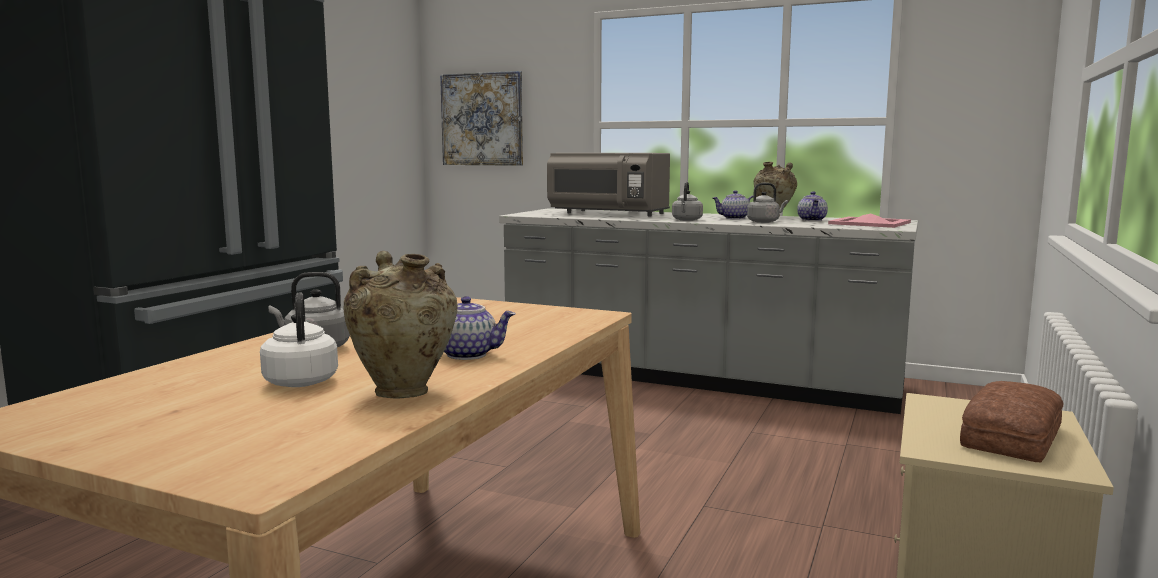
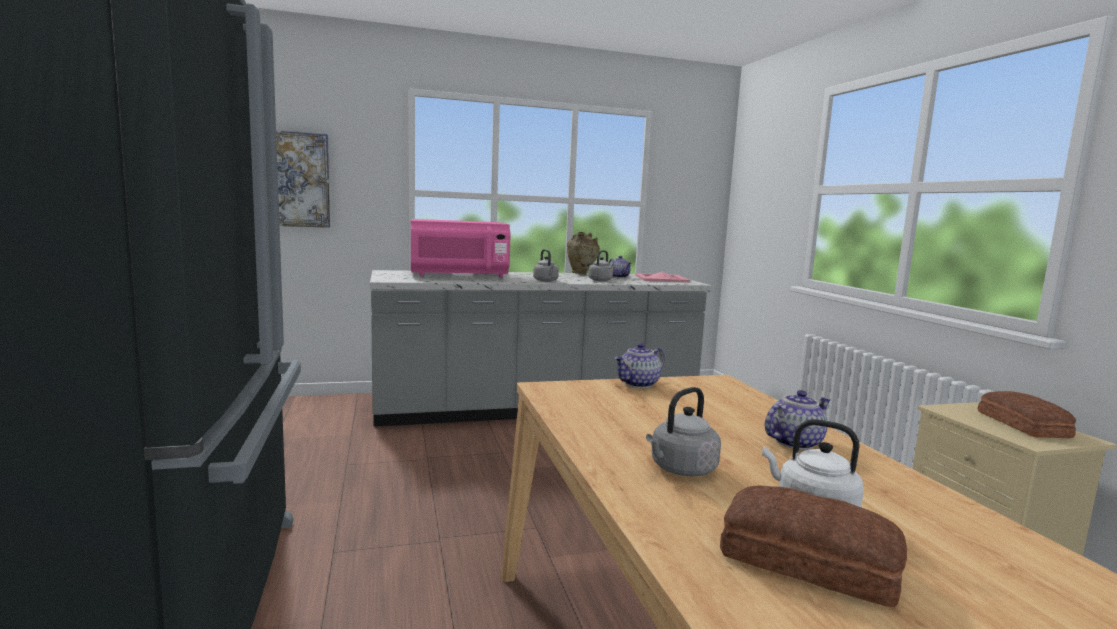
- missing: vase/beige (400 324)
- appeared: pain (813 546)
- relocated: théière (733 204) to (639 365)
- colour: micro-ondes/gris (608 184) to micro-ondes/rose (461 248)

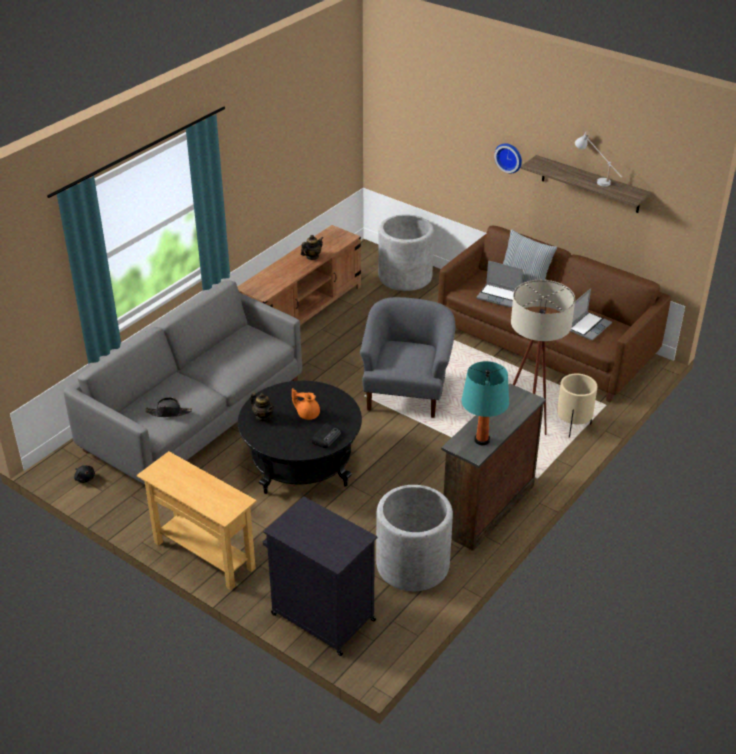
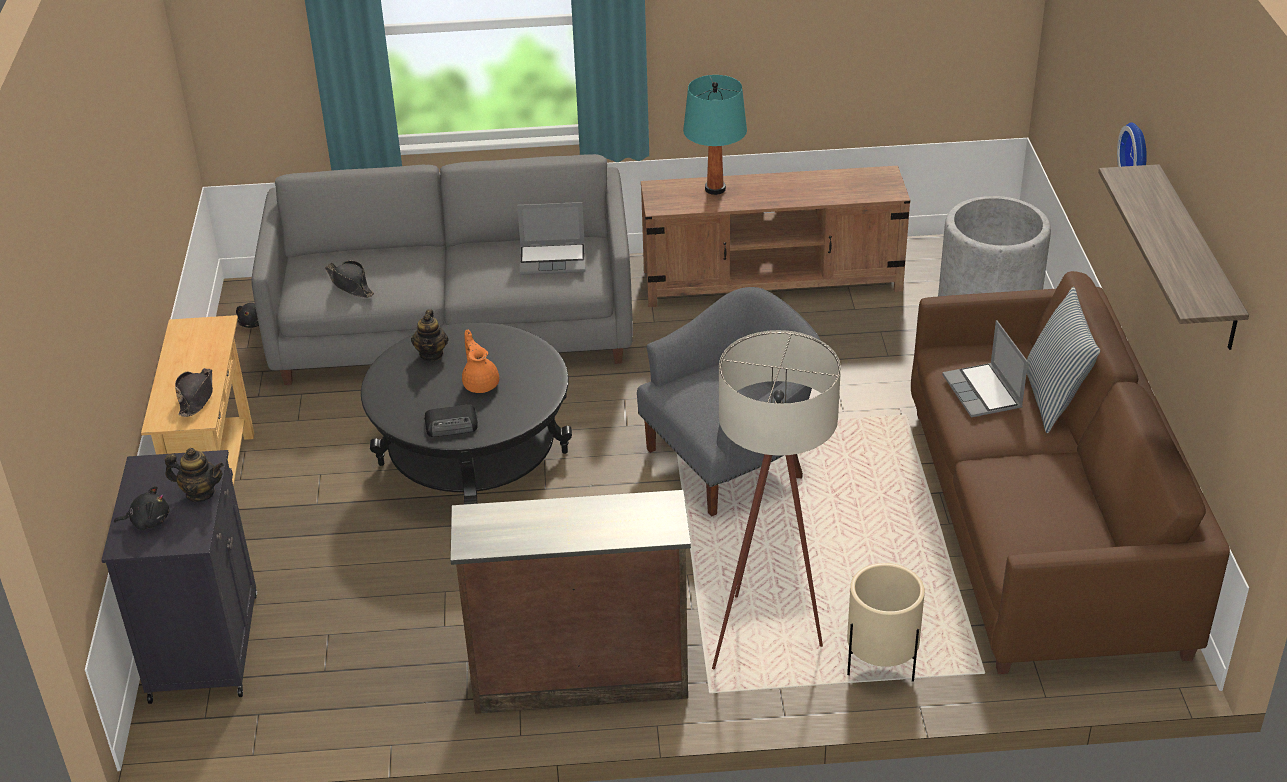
- missing: cache-pot/gris (414 538)
- missing: lampe de table/blanc (598 159)
- appeared: peluche/noir (141 508)
- appeared: chapeau/noir (194 392)
- relocated: théière (312 247) to (194 475)
- relocated: lampe de table/turquoise (485 403) to (715 135)
- relocated: ordinateur portable (591 314) to (551 238)

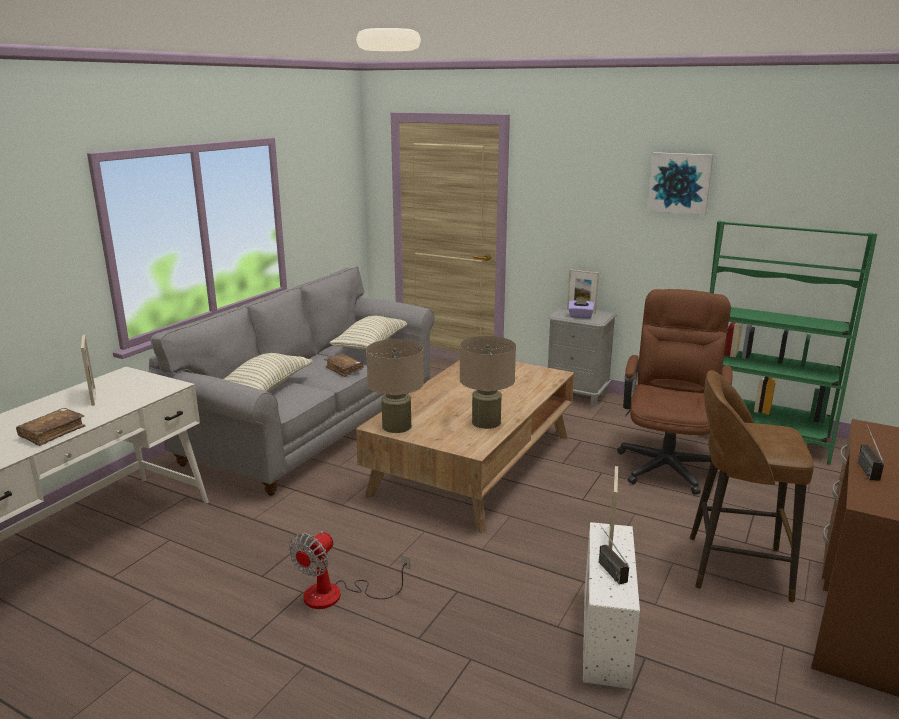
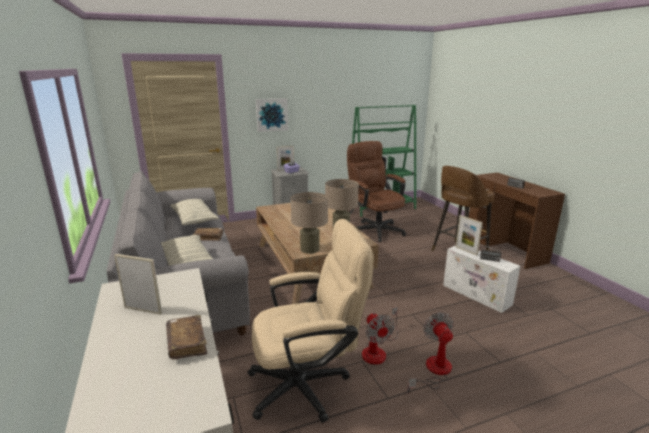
- appeared: chaise de bureau/beige (310 321)
- appeared: ventilateur (431 353)
- relocated: tableau (680 183) to (272 115)

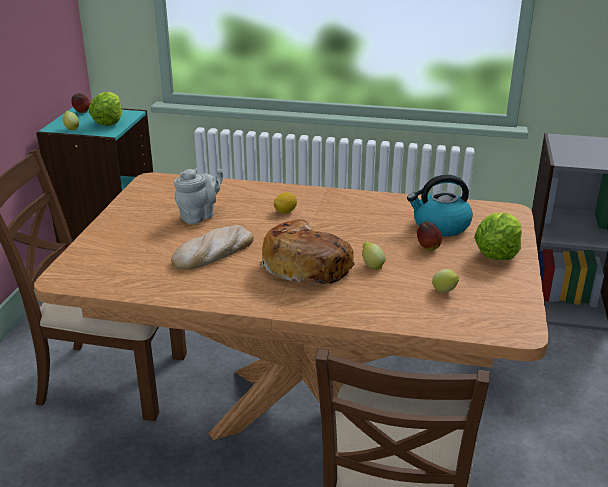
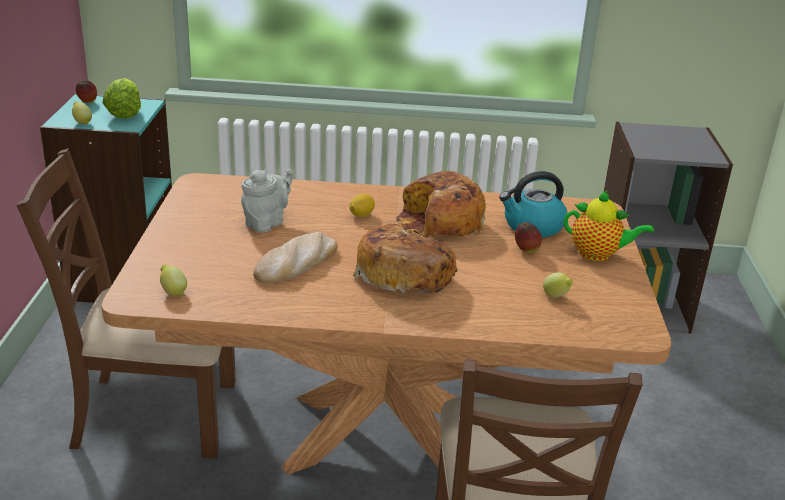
- appeared: pain (441 204)
- relocated: citron (374 255) to (173 280)
- exchanged: laitue (498 236) to théière (609 225)

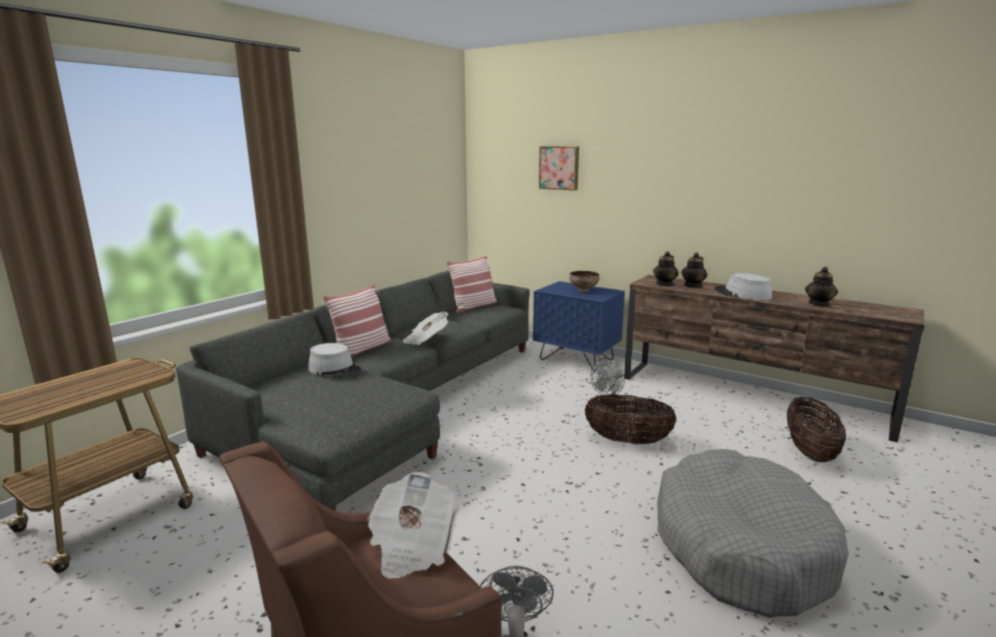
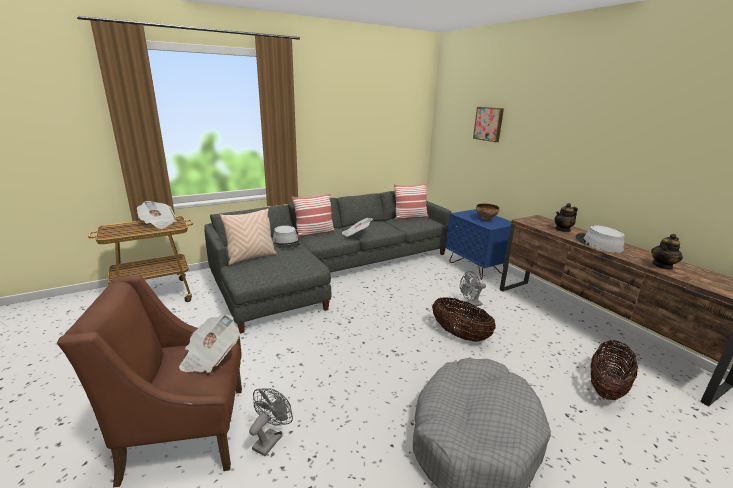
- missing: théière (666 268)
- appeared: journal (157 215)
- appeared: coussin/beige (248 236)

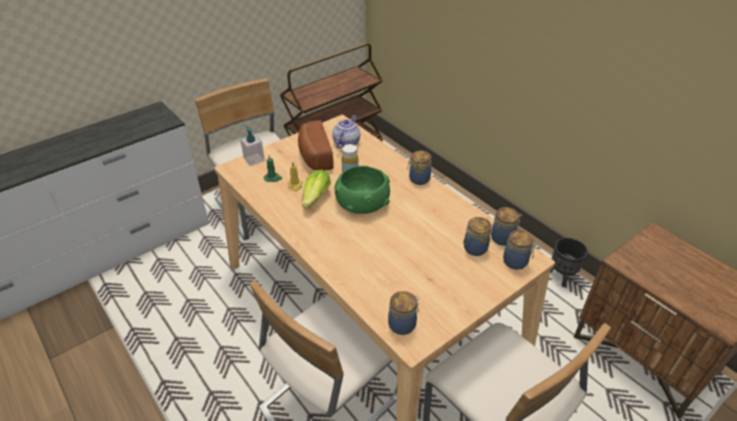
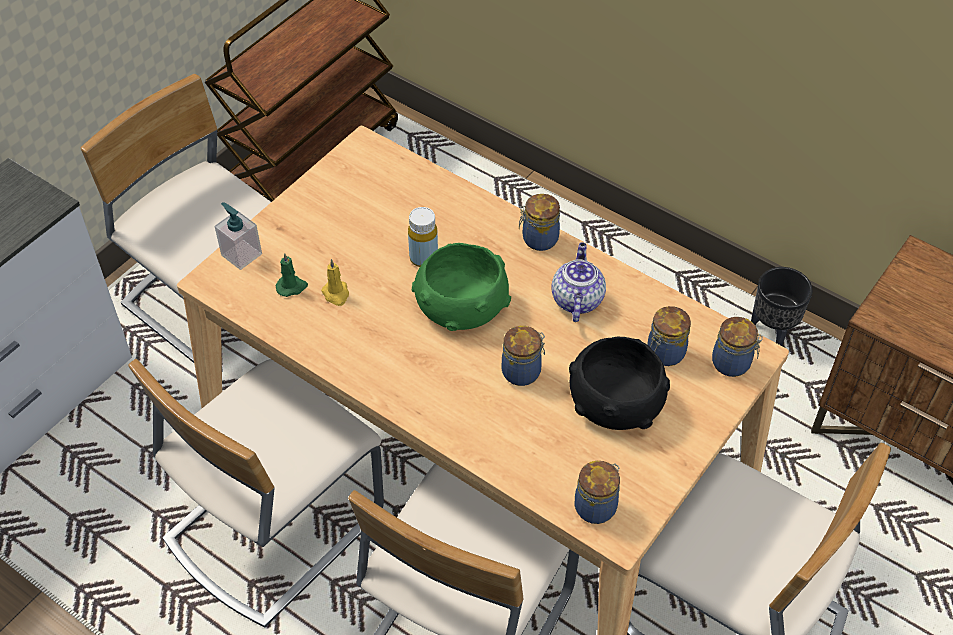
- missing: pain (316 145)
- missing: laitue (316 189)
- appeared: chaise/beige (256 493)
- appeared: bol/noir (619 383)
- relocated: théière (346 131) to (579 282)
- relocated: bocal (506 226) to (523 356)

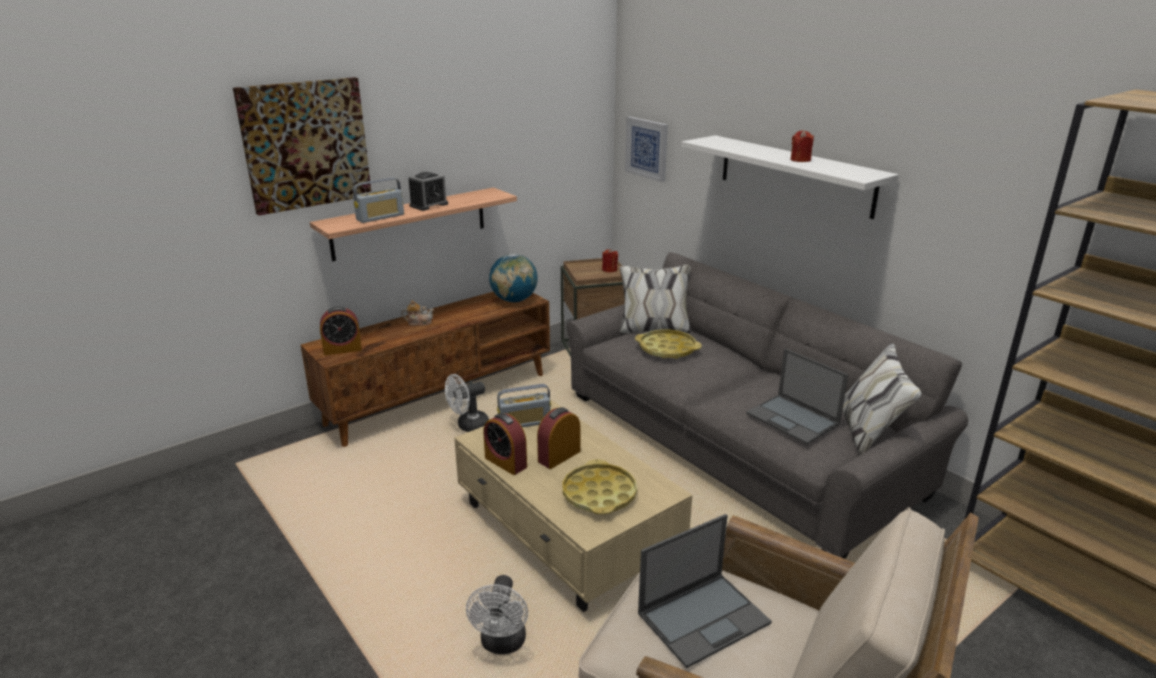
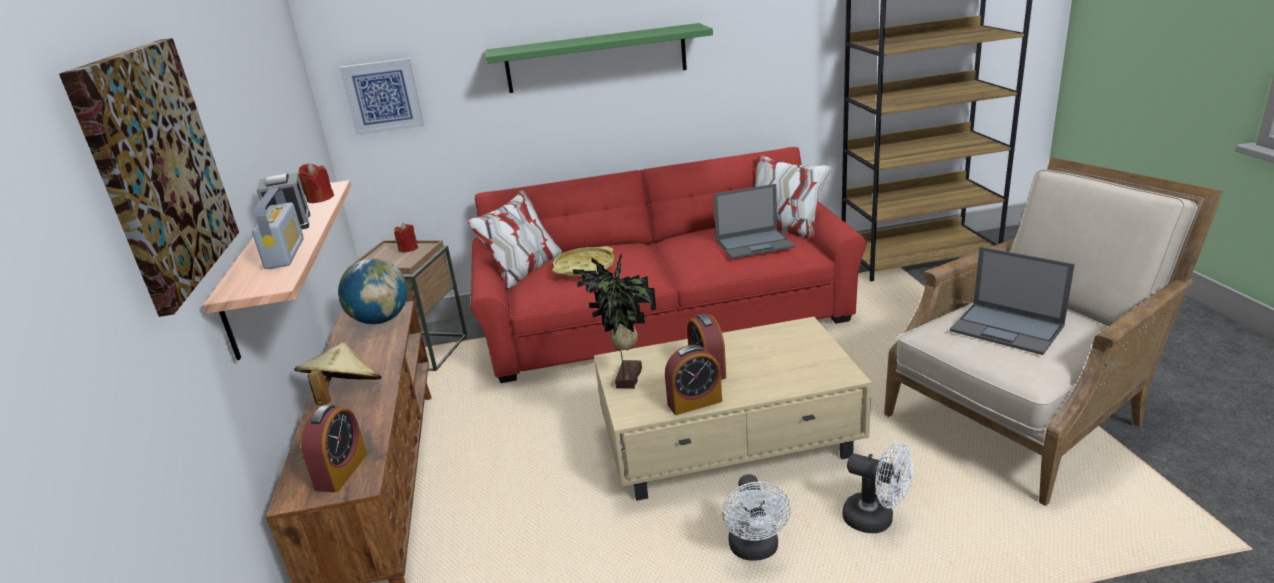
- missing: plateau/jaune (599 487)
- relocated: ventilateur/blanc (467 403) to (756 517)
- relocated: bougie/rouge (802 146) to (316 183)
- exchanged: théière (417 313) to chapeau/beige (338 374)
- exchanged: radio (524 405) to plante en pot (614 321)
- colour: canapé/gris (767 405) to canapé/rouge (666 265)
- colour: étagère/blanc (790 177) to étagère/vert (599 58)
- spun: ordinateur portable (705 591) = (1012 300) 135 degrees clockwise

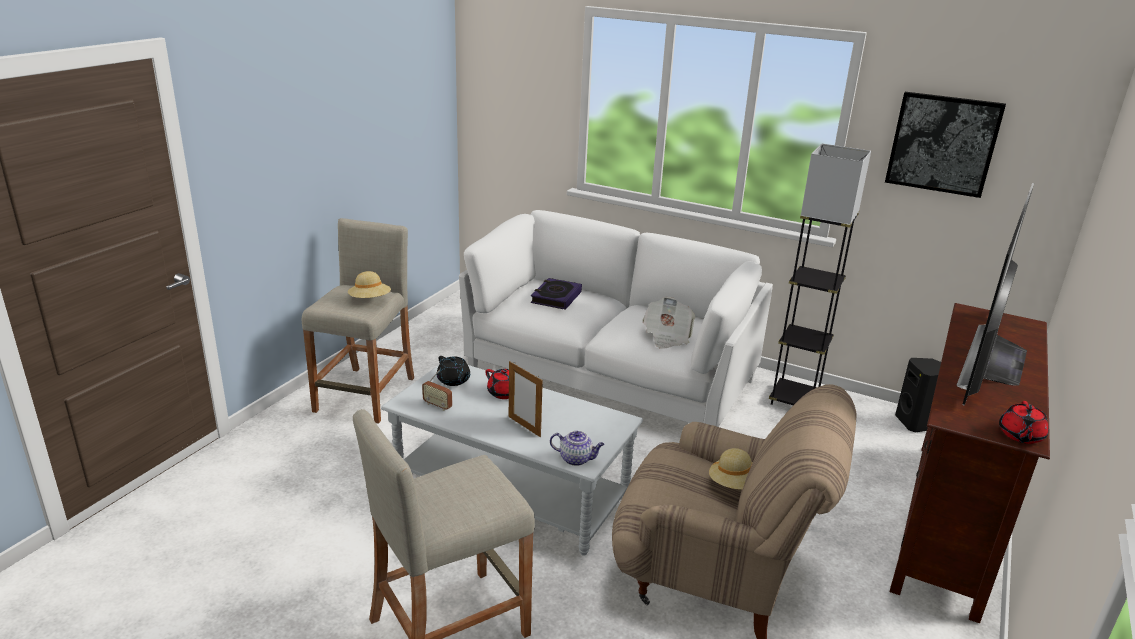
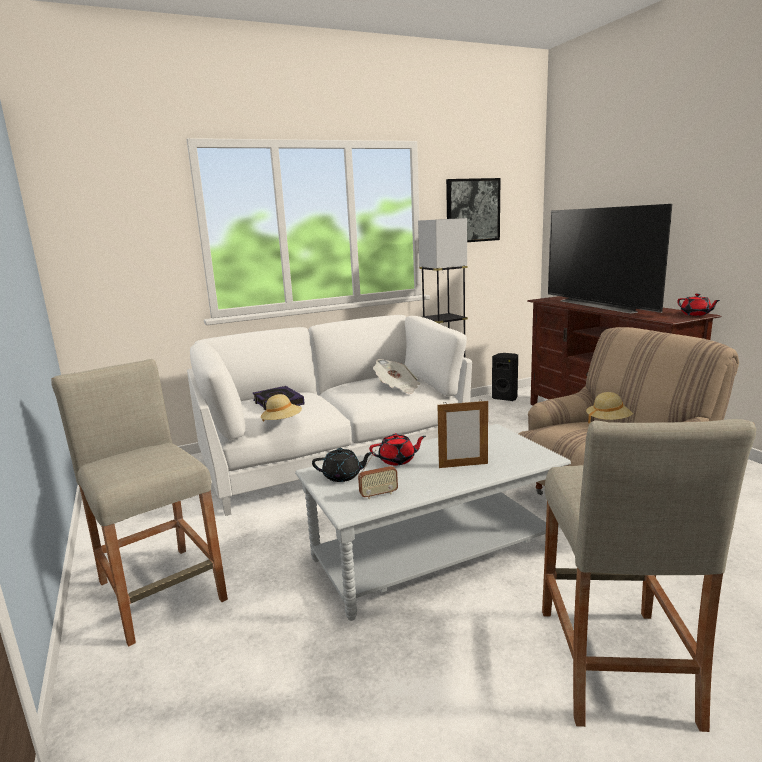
- missing: théière (577 448)
- relocated: chapeau/beige (369 284) to (281 408)

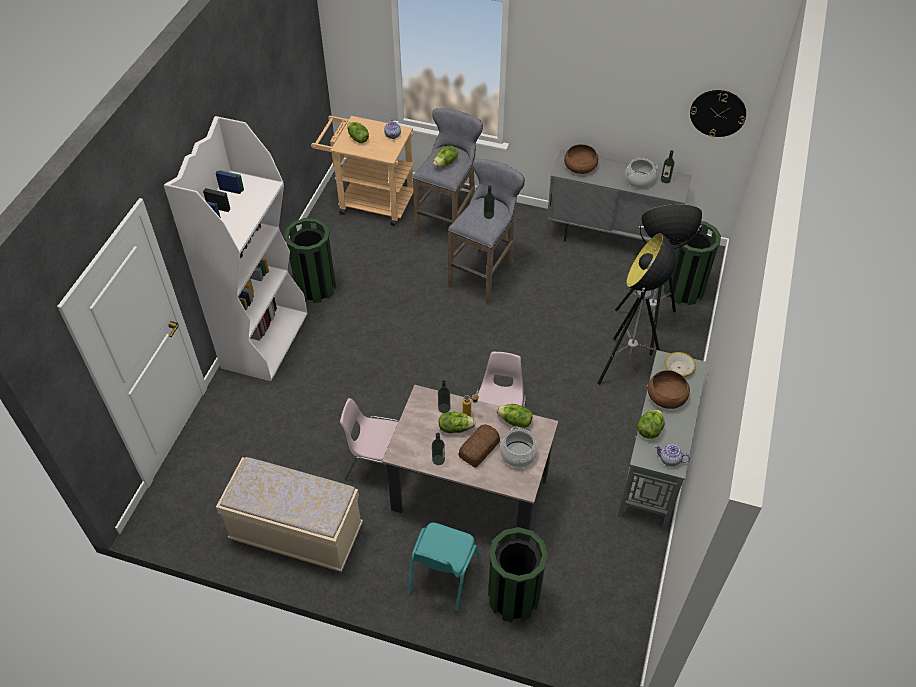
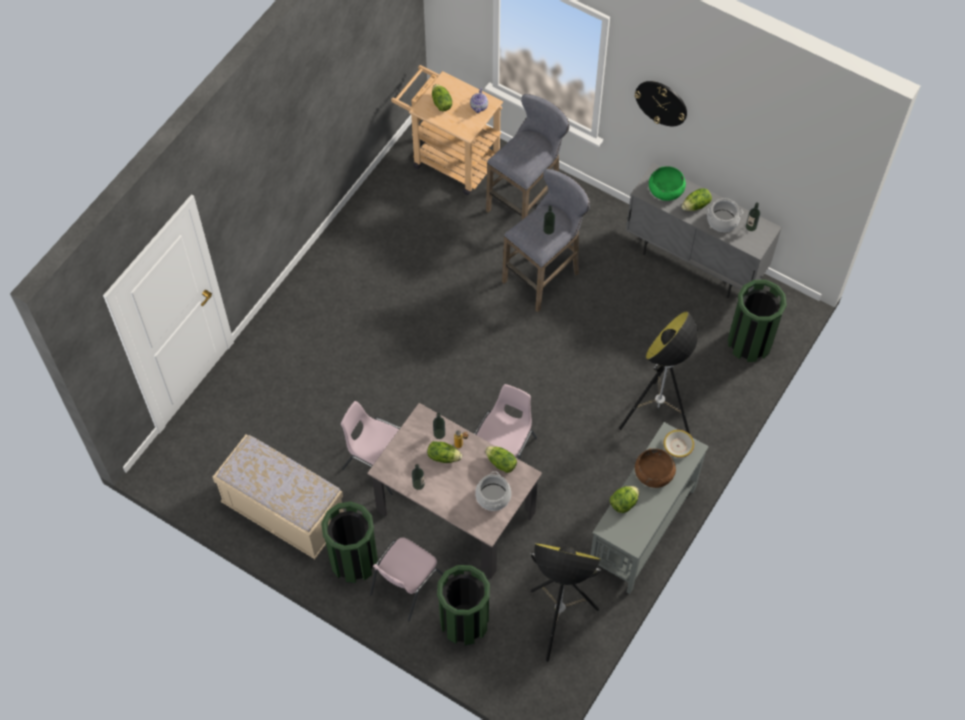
- missing: bibliothèque/blanc (236 248)
- missing: pain (479 446)
- missing: théière (672 455)
- relocated: poubelle/vert (310 260) to (349 542)
- relocated: laitue (445 156) to (697 199)
- relocated: lampadaire (659 280) to (565 602)
- relocated: horloge murale (718 113) to (661 103)
- colour: chaise/turquoise (444 567) to chaise/rose (407 579)
- colour: bol/marron (581 159) to bol/vert (667 183)

